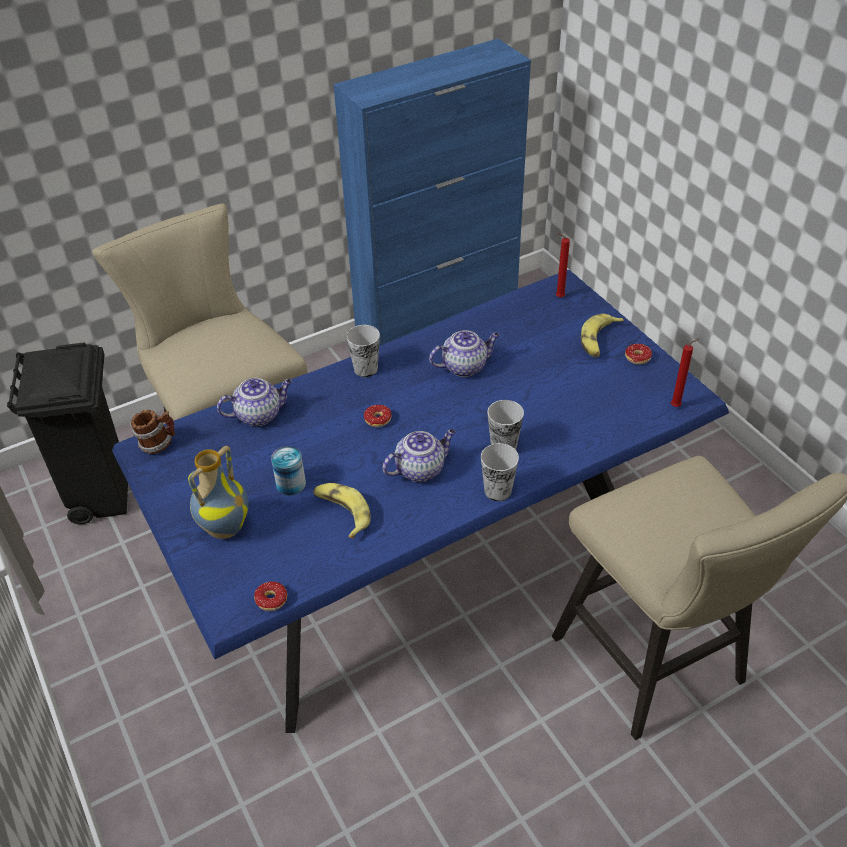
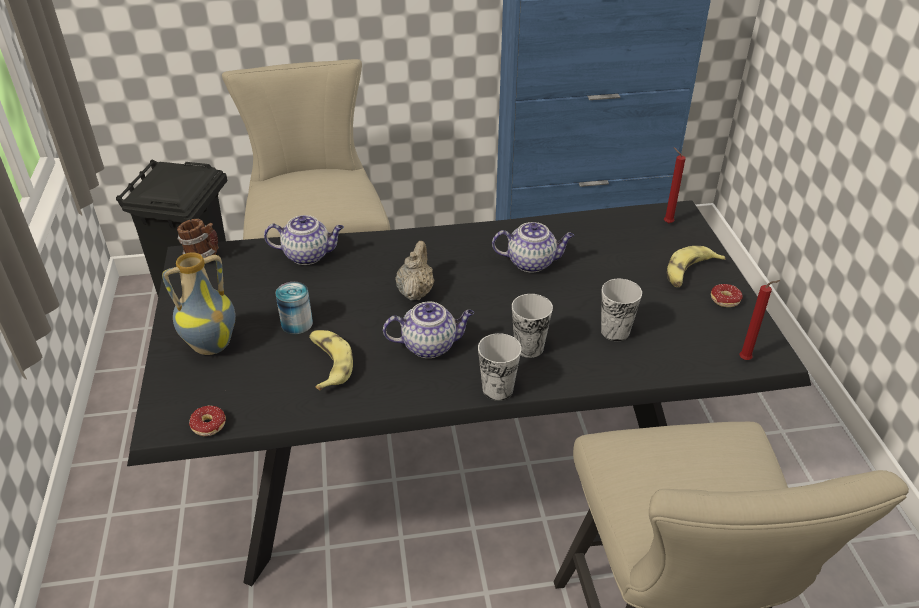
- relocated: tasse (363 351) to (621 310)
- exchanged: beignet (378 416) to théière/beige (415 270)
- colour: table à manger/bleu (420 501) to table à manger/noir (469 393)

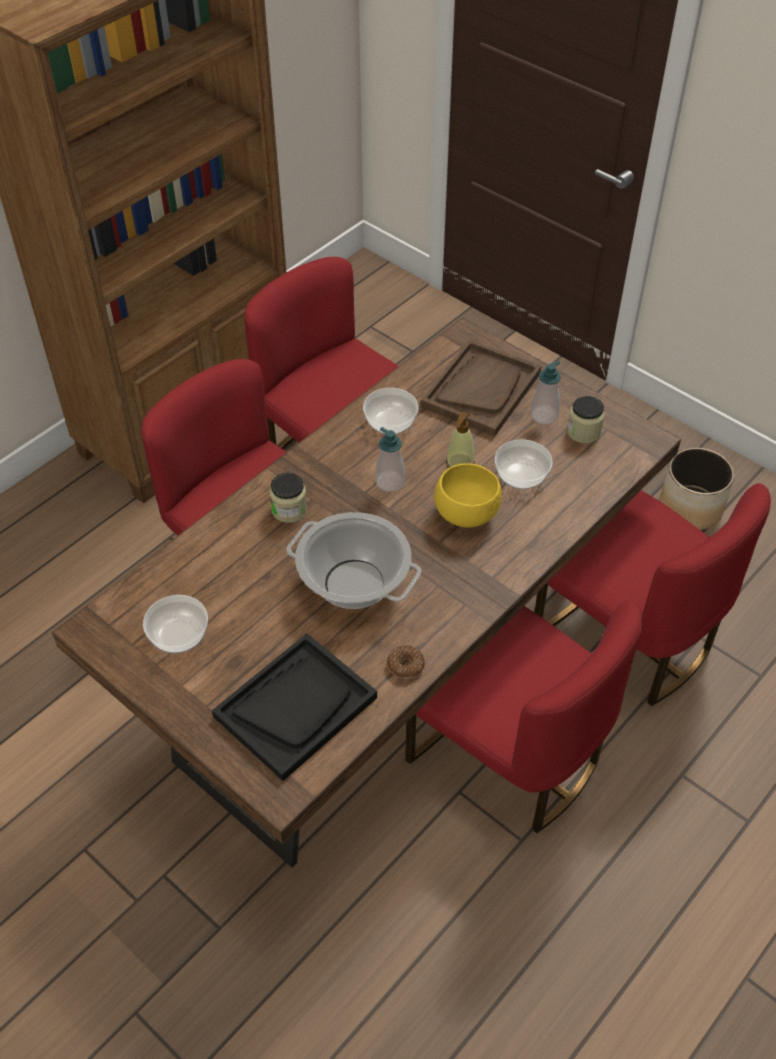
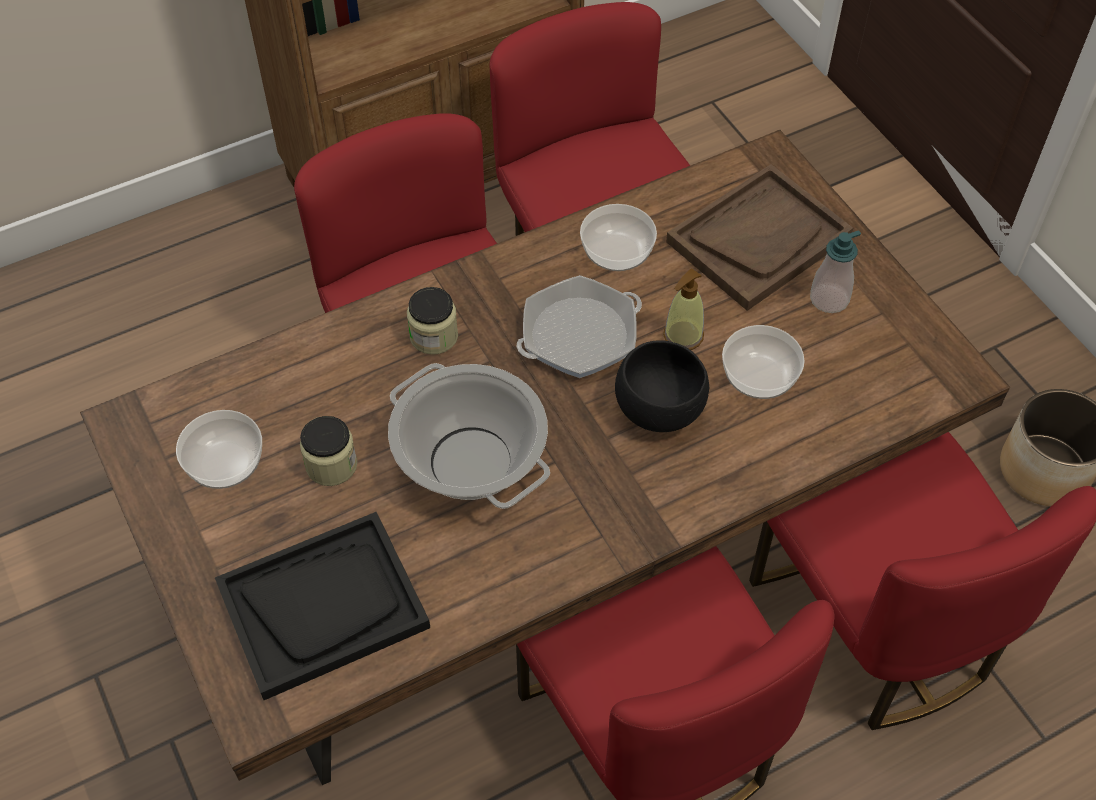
- missing: beignet (406 662)
- relocated: bocal (586 419) to (328 451)
- exchanged: distributeur de savon (390 459) to poêle (579 326)
- colour: bol/jaune (468 495) to bol/noir (662 386)

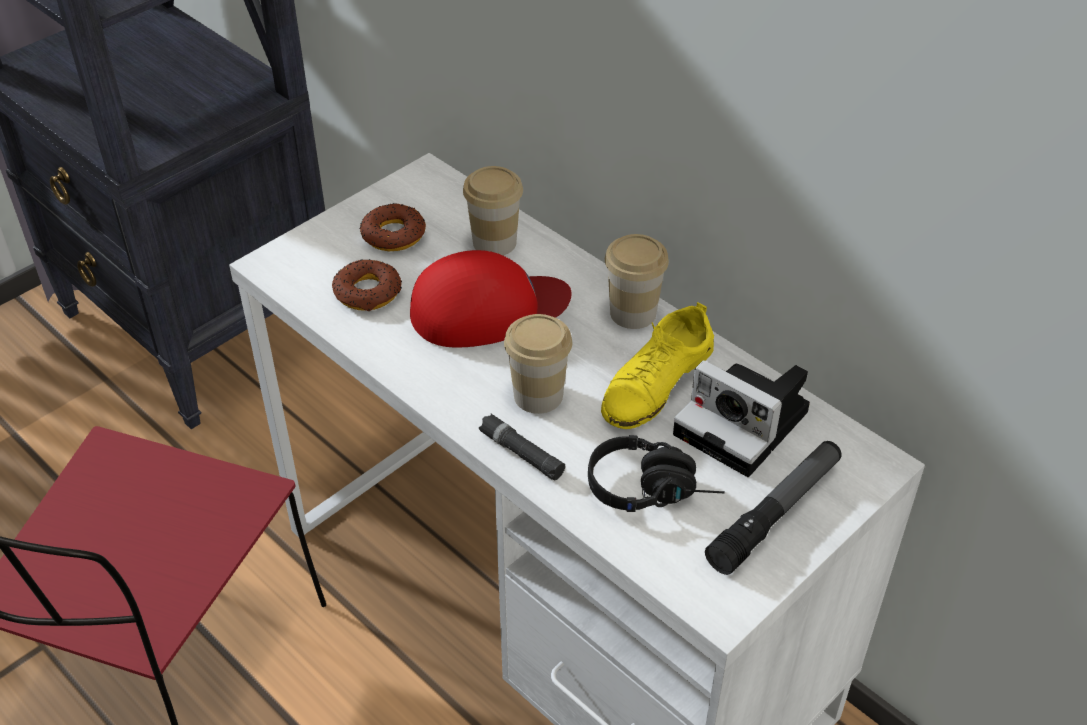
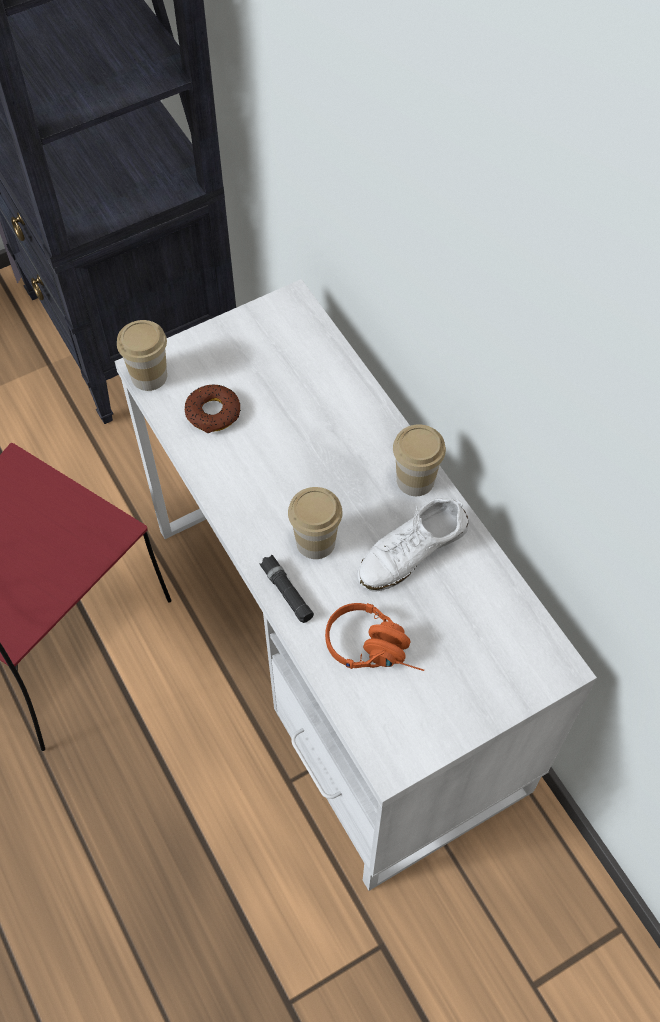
- missing: beignet (393 227)
- missing: casquette/rouge (491 298)
- missing: appareil photo (741 418)
- missing: lampe de poche (773 508)
- relocated: tasse (493 210) to (142 355)
- colour: casque audio/noir (656 473) to casque audio/orange (374 637)
- colour: chaussure/jaune (657 365) to chaussure/blanc (412 545)

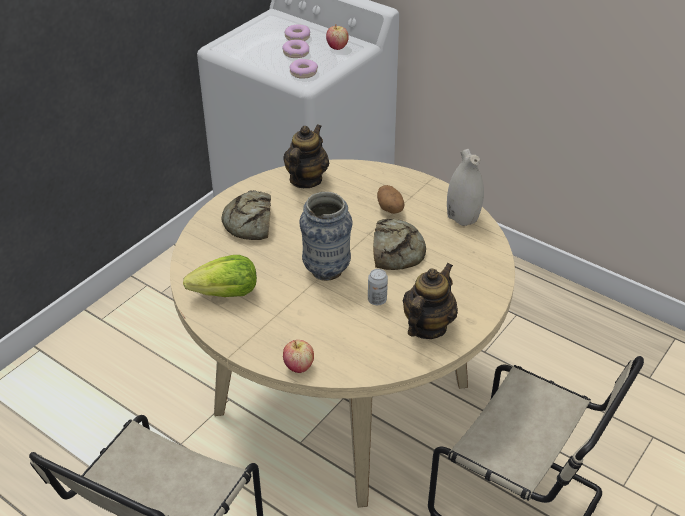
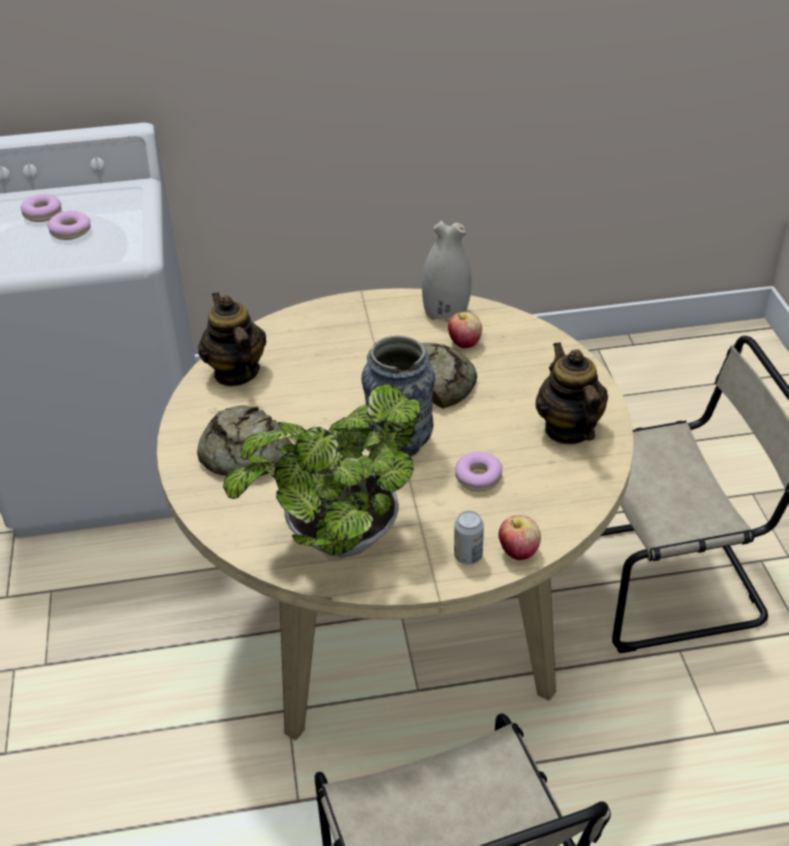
- missing: pomme de terre (390 199)
- relocated: beignet (303 69) to (479 471)
- relocated: pomme (337 37) to (465 330)
- relocated: boîte métallique (378 287) to (469 538)
- exchanged: laitue (220 276) to plante en pot (322 470)

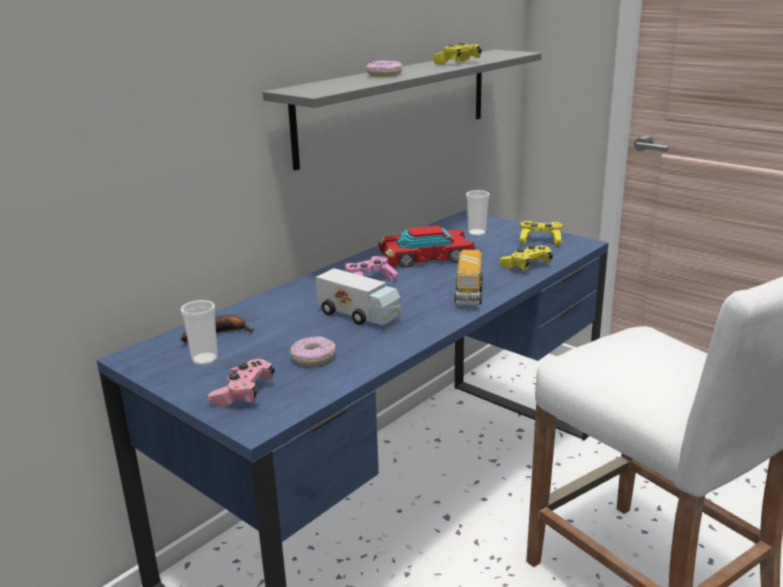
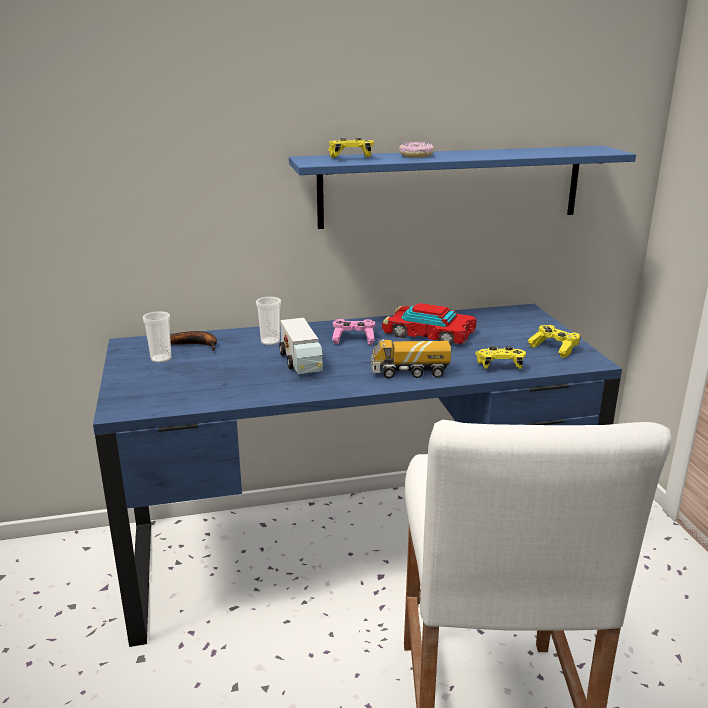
- missing: manette/rose (241 383)
- missing: beignet (313 351)
- relocated: manette/jaune (456 54) to (351 148)
- relocated: tasse (478 213) to (268 321)
- colour: étagère/gris (402 110) to étagère/bleu (462 187)
- spun: camion jouet (469 278) = (411 358) 45 degrees clockwise

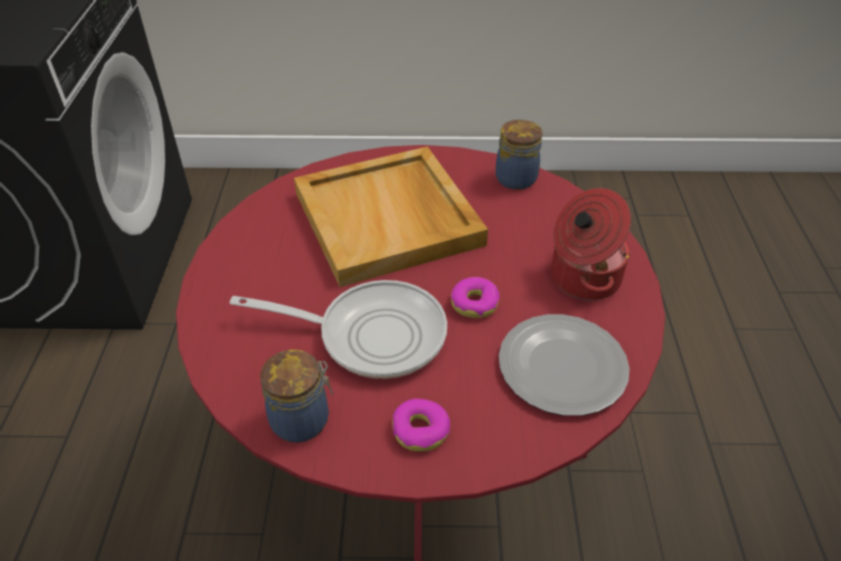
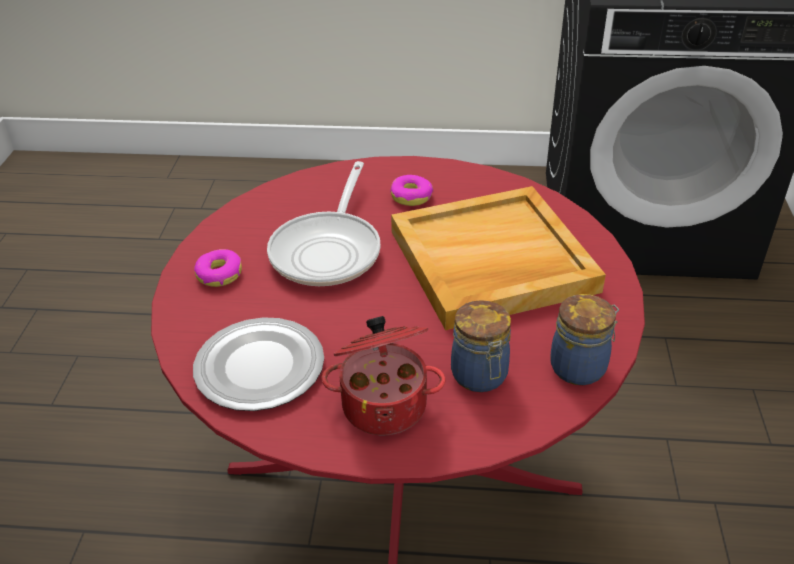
- relocated: bocal (296 396) to (481 346)
- relocated: beignet (475 297) to (411 190)

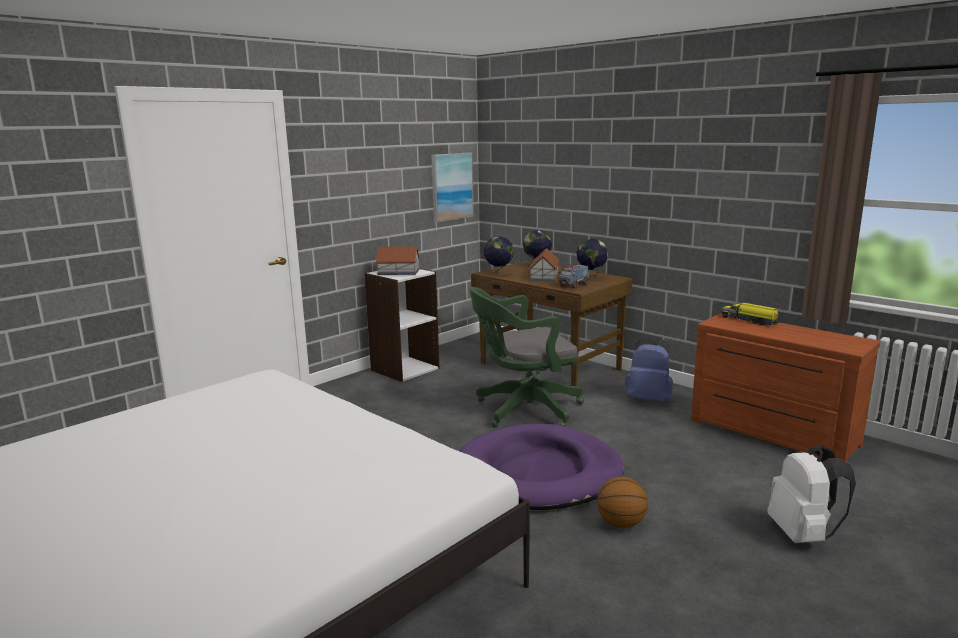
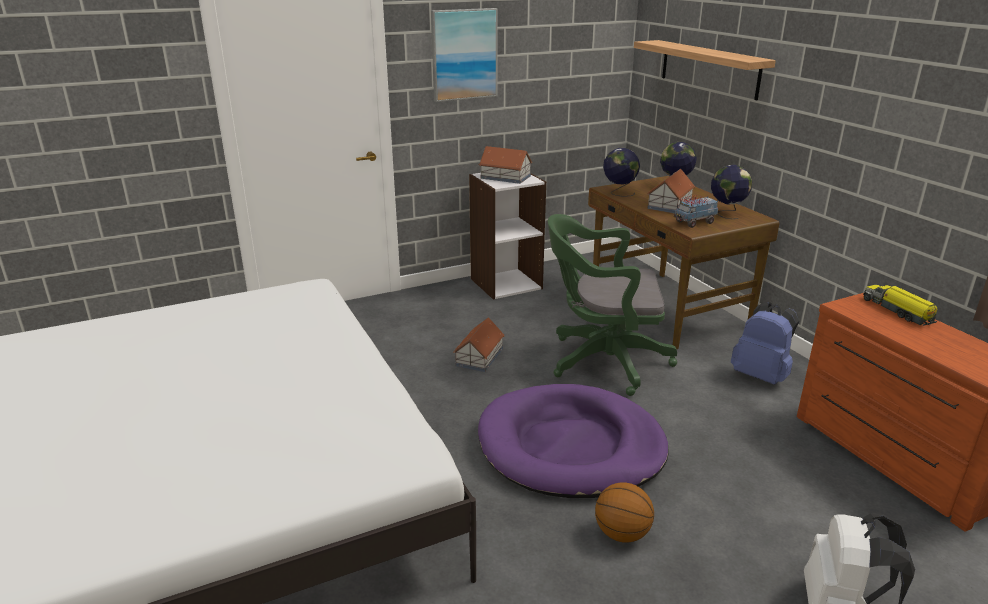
- appeared: maison miniature (479 344)
- appeared: étagère (705 70)
- relocated: tableau (452 187) to (464 55)

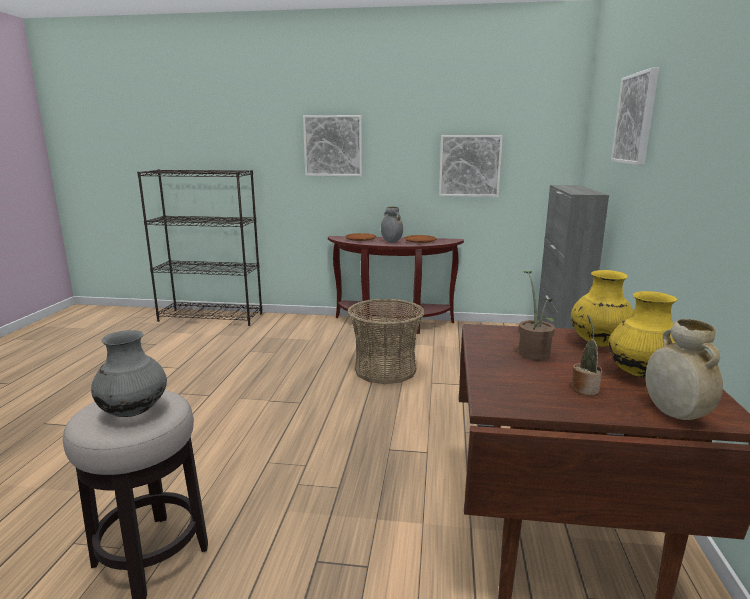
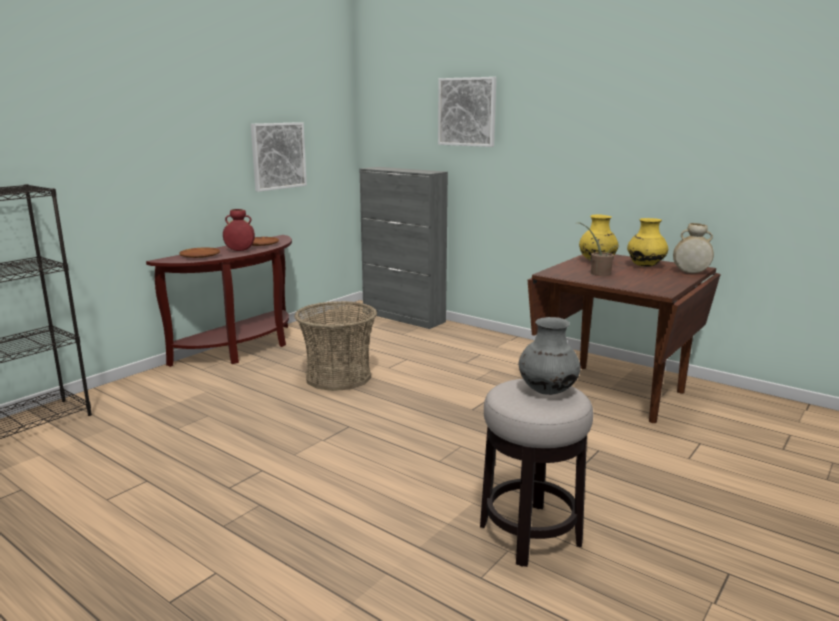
- missing: tableau (332 145)
- missing: plante en pot (586 355)
- colour: vase/gris (392 224) to vase/rouge (239 230)

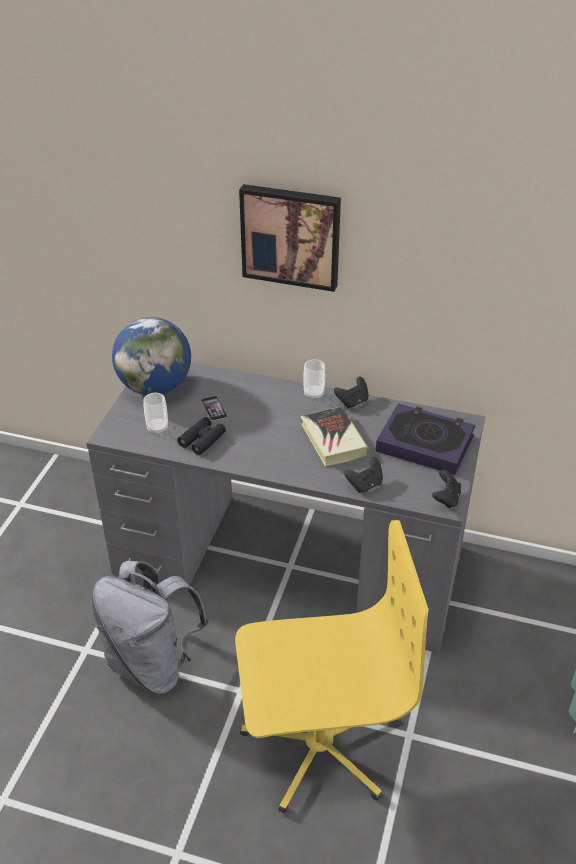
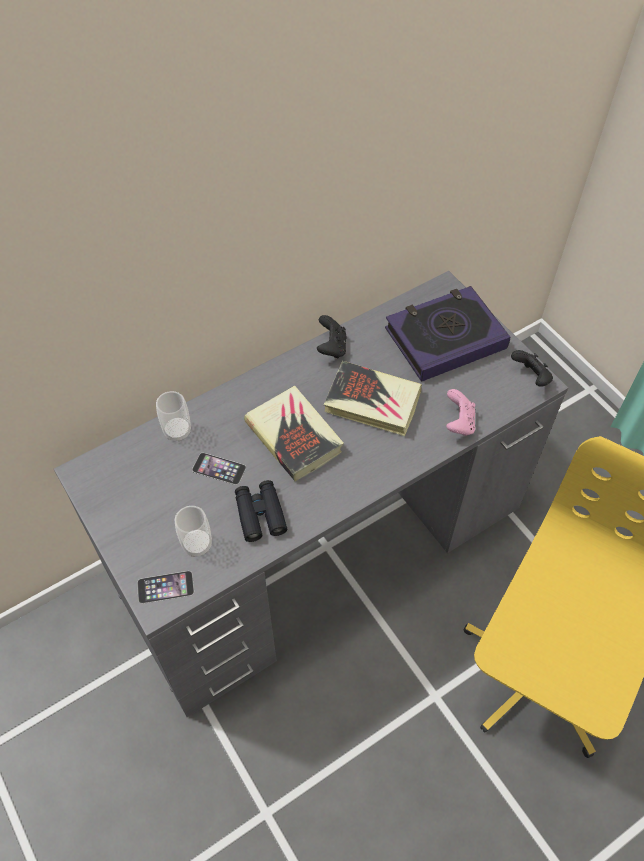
- missing: sac à dos/gris (150 627)
- missing: globe (151 356)
- missing: tableau (290 238)
- appeared: téléphone (165 587)
- appeared: livre (294 433)
- relocated: tasse (314 379) to (173 416)
- colour: manette/noir (363 475) to manette/rose (460 412)

